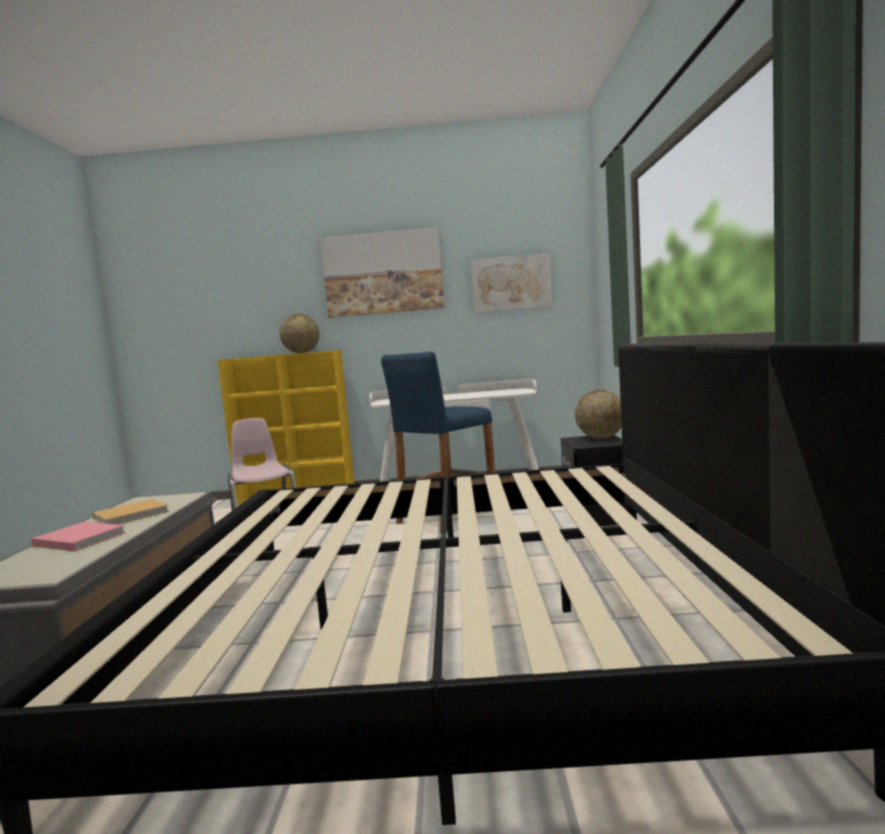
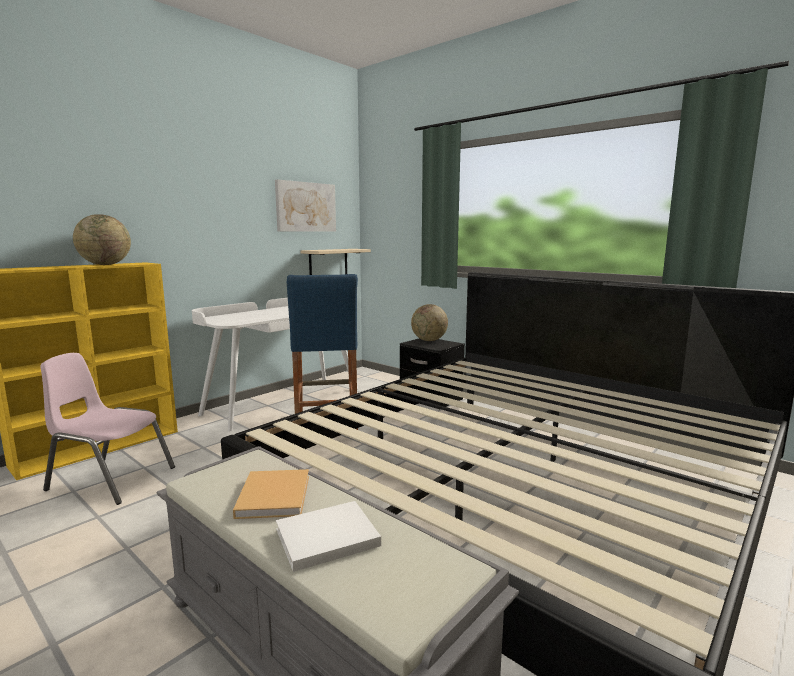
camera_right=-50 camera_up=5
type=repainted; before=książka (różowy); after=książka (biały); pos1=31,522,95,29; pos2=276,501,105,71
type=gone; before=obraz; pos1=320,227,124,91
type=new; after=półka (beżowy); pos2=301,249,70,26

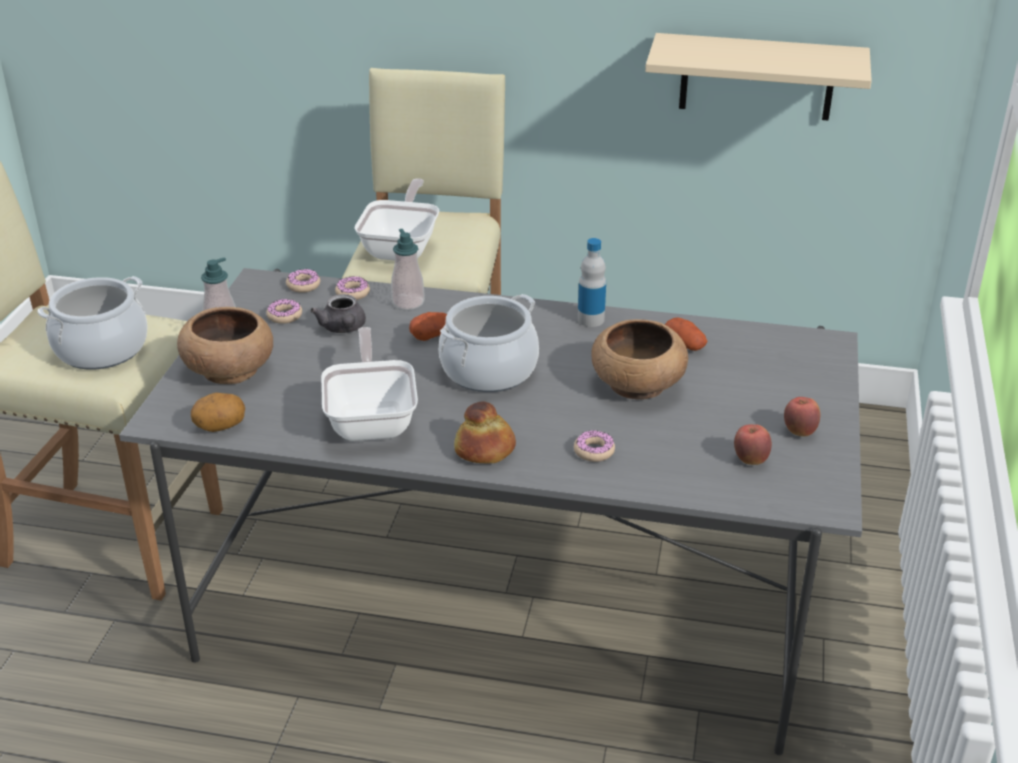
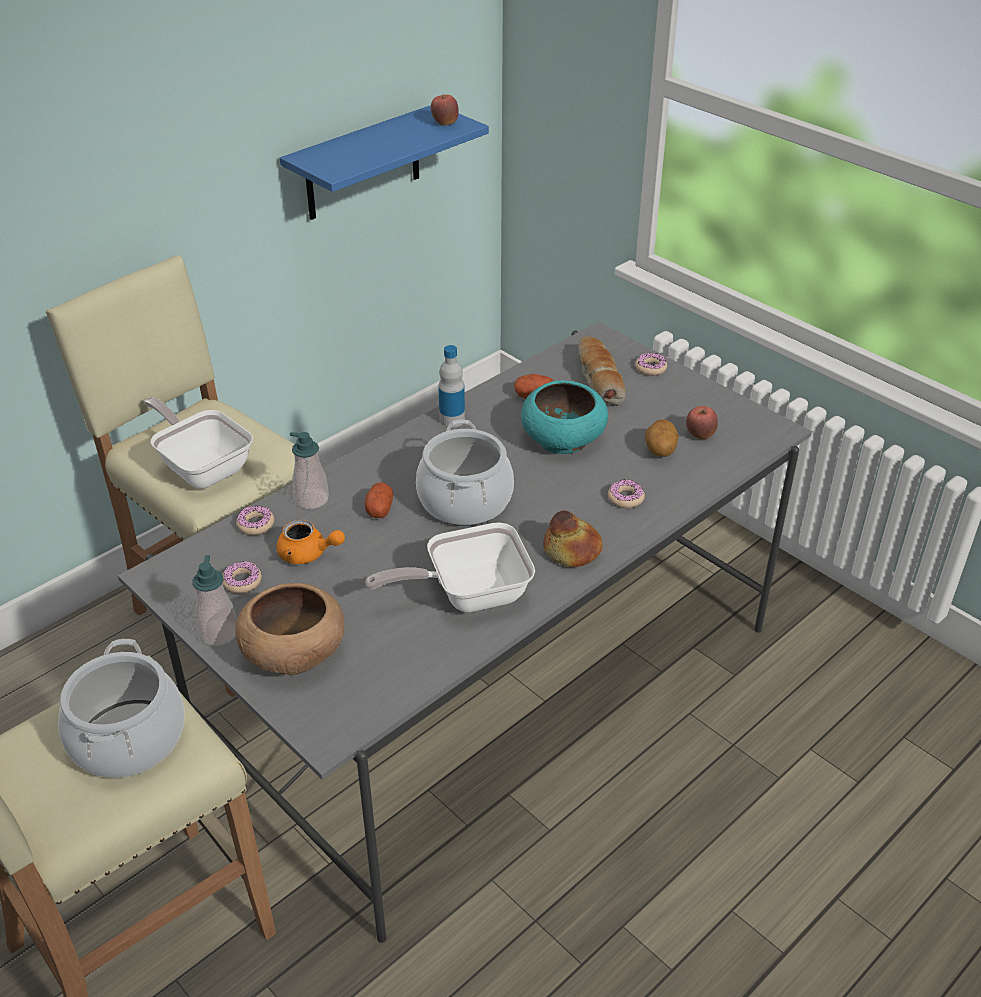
camera_right=-55 camera_up=5
type=shifted; before=ziemniak; pos1=191,392,54,40; pos2=645,419,34,38
type=shifted; before=donut; pos1=286,269,34,24; pos2=635,353,32,23
type=repainted; before=imbryk (szary); after=imbryk (pomarańczowy); pos1=311,294,55,39; pos2=277,519,68,45
type=rotated; before=patelnia; pos1=321,327,97,114; pos2=365,522,170,90; turn=-45
type=repainted; before=miska (brązowy); after=miska (turkusowy); pos1=591,319,97,81; pos2=521,380,87,74
type=repainted; before=półka (beżowy); after=półka (niebieski); pos1=645,33,227,88; pos2=280,105,209,115
type=shifted; before=jabłko; pos1=784,397,36,39; pos2=431,95,28,31
type=new; after=chleb; pos2=578,337,48,69

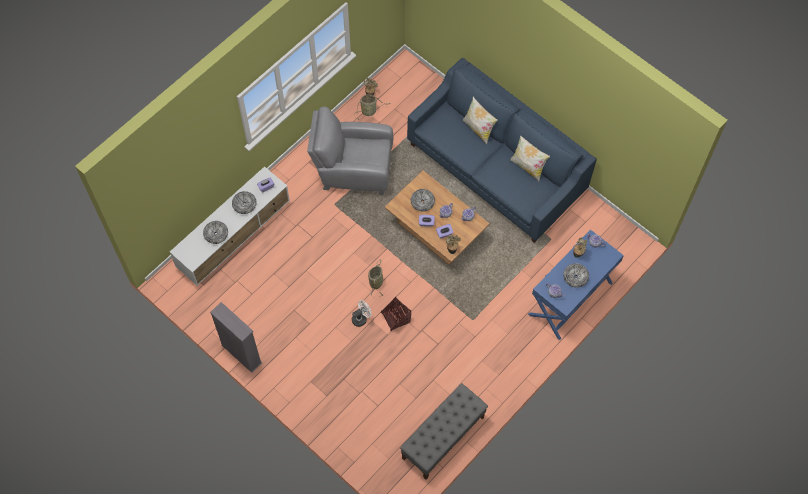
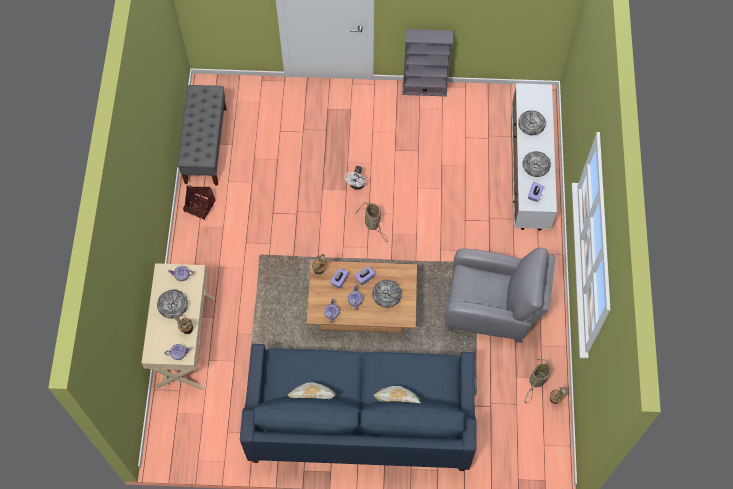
camera_right=140 camera_up=0
type=rotated; before=fotel (szary); pos1=307,106,86,89; pos2=445,248,111,95; turn=45
type=shifted; before=koszyk; pos1=381,297,30,34; pos2=183,185,32,35
type=repainted; before=stolik konsolowy (niebieski); after=stolik konsolowy (beżowy); pos1=528,229,96,111; pos2=142,263,73,127

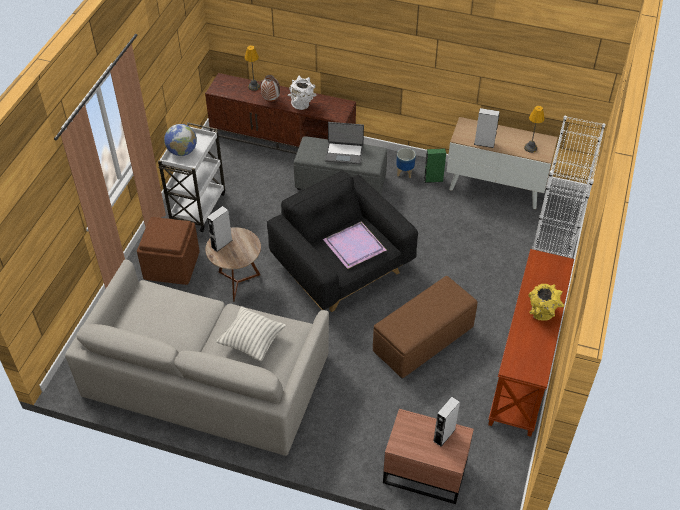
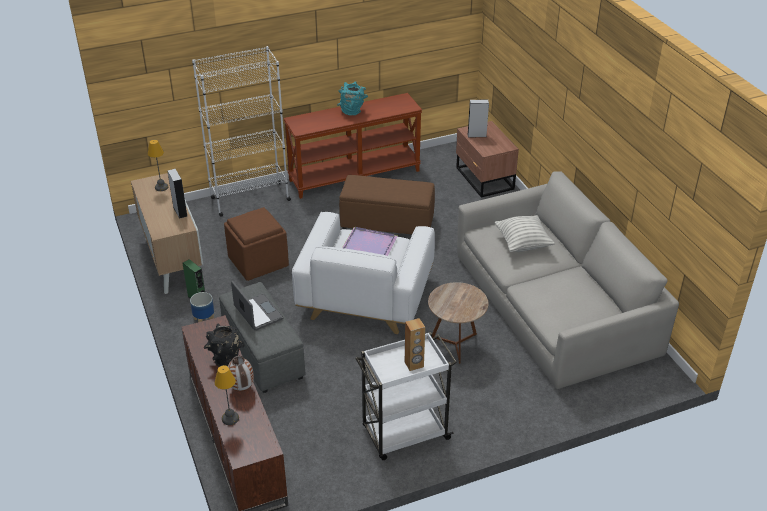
camera_right=-130 camera_up=-10
type=shifted; before=pufa (brązowy); pos1=137,217,63,68; pos2=224,207,65,74
type=swapped; before=globus; after=głośnik (brązowy); pos1=164,124,33,32; pos2=405,318,20,53
type=gone; before=głośnik (szary); pos1=207,206,25,46
type=repainted; before=fotel (czarny); after=fotel (biały); pos1=267,170,151,142; pos2=292,212,143,122
type=repainted; before=wazon (biały); after=wazon (czarny); pos1=287,76,29,34; pos2=204,324,41,43
type=repainted; before=wazon (żółty); after=wazon (turkusowy); pos1=528,284,36,37; pos2=337,81,31,35

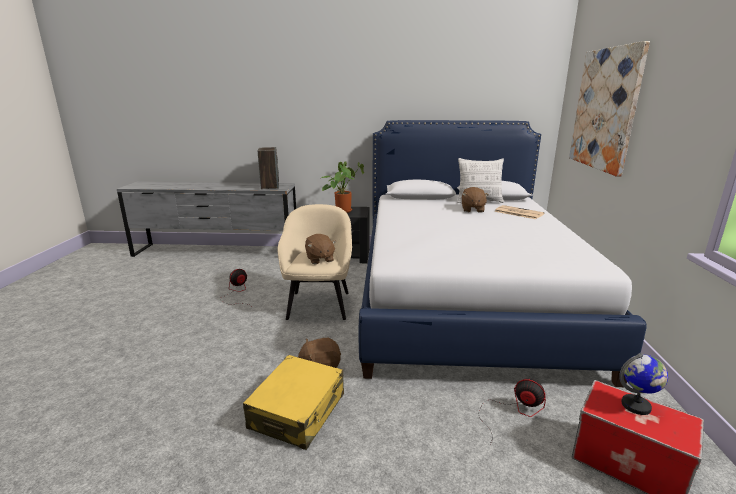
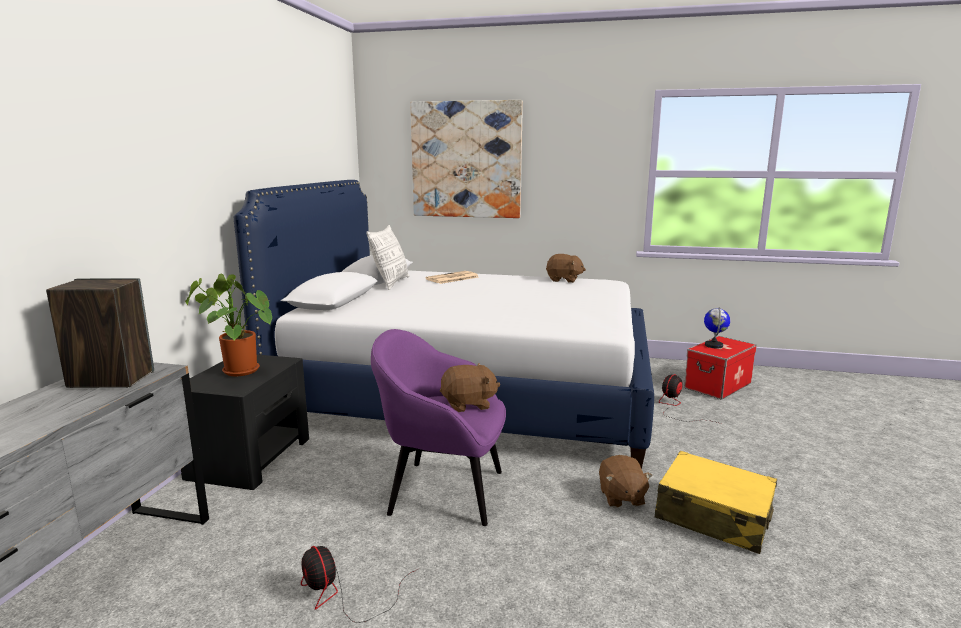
camera_right=-80 camera_up=-5
type=repainted; before=fotel (beżowy); after=fotel (fioletowy); pos1=278,204,74,116; pos2=371,329,135,197
type=shifted; before=pluszak (brązowy); pos1=462,187,27,26; pos2=546,254,40,29

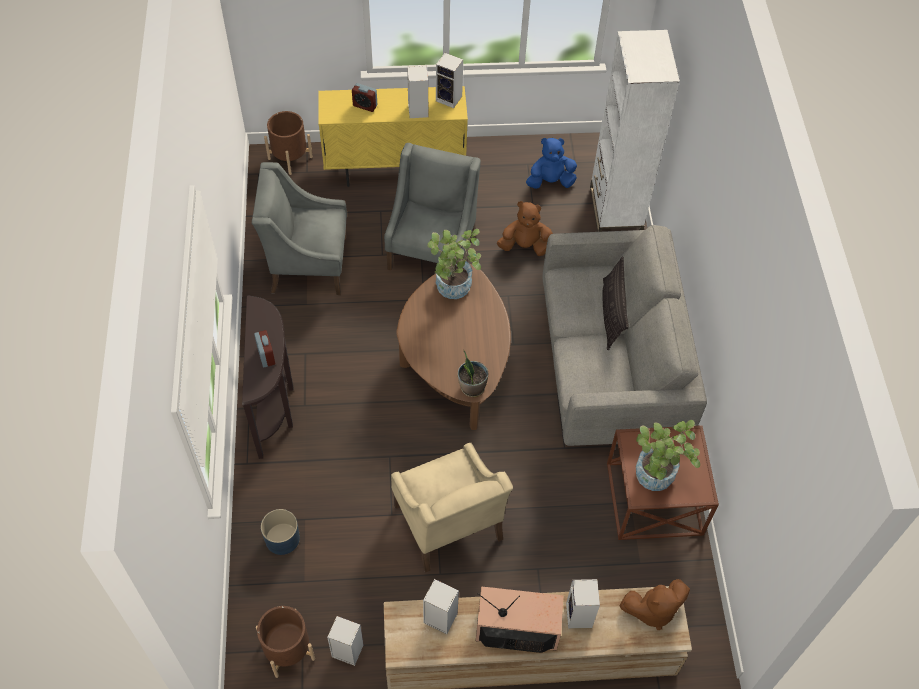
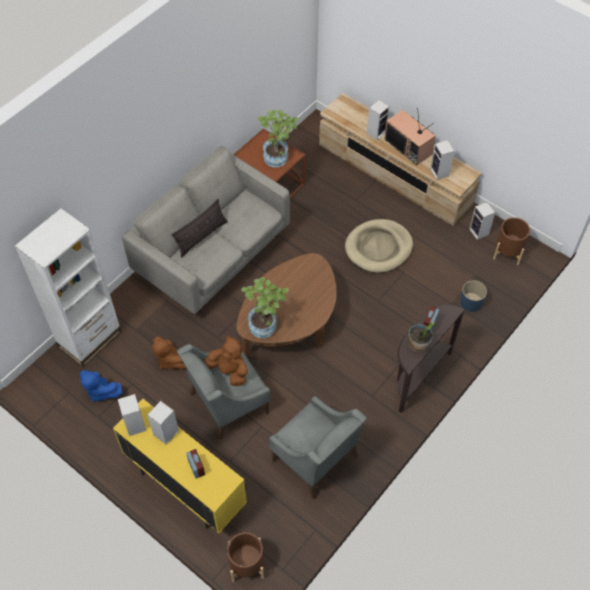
camera_right=-135 camera_up=0
type=swapped; before=fotel (beżowy); after=legowisko (beżowy); pos1=391,443,122,130; pos2=345,219,68,54
type=shifted; before=roślina doniczkowa; pos1=458,349,30,48; pos2=408,322,27,30
type=shifted; before=pluszak (brązowy); pos1=619,579,71,51; pos2=204,335,44,51

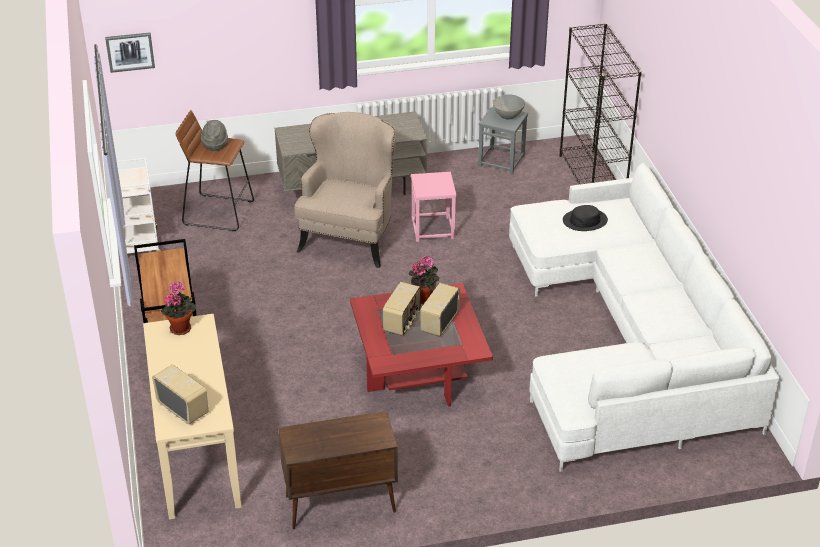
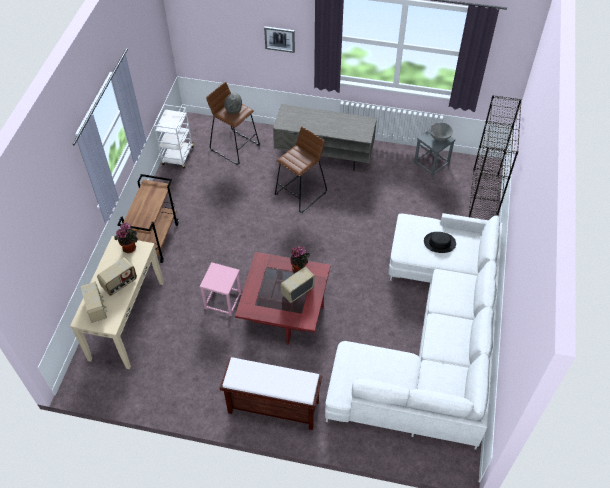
camera_right=25 camera_up=15
type=shifted; before=obraz; pos1=105,32,50,41; pos2=264,26,31,27
type=gone; before=szafka (brązowy); pos1=278,411,120,119
type=swapped; before=fotel (beżowy); after=stołek (brązowy); pos1=294,112,102,156; pos2=275,127,52,86
type=shifted; before=radio; pos1=383,282,38,53; pos2=97,258,40,38
type=shifted; before=stołek (różowy); pos1=411,172,46,70; pos2=199,262,43,54
type=new; after=ławka (brązowy); pos2=220,357,102,73

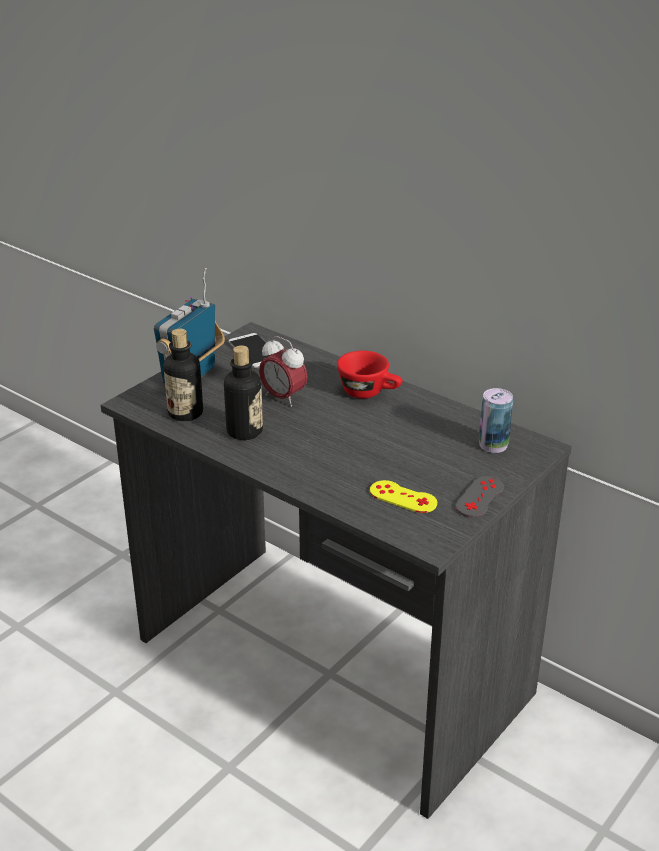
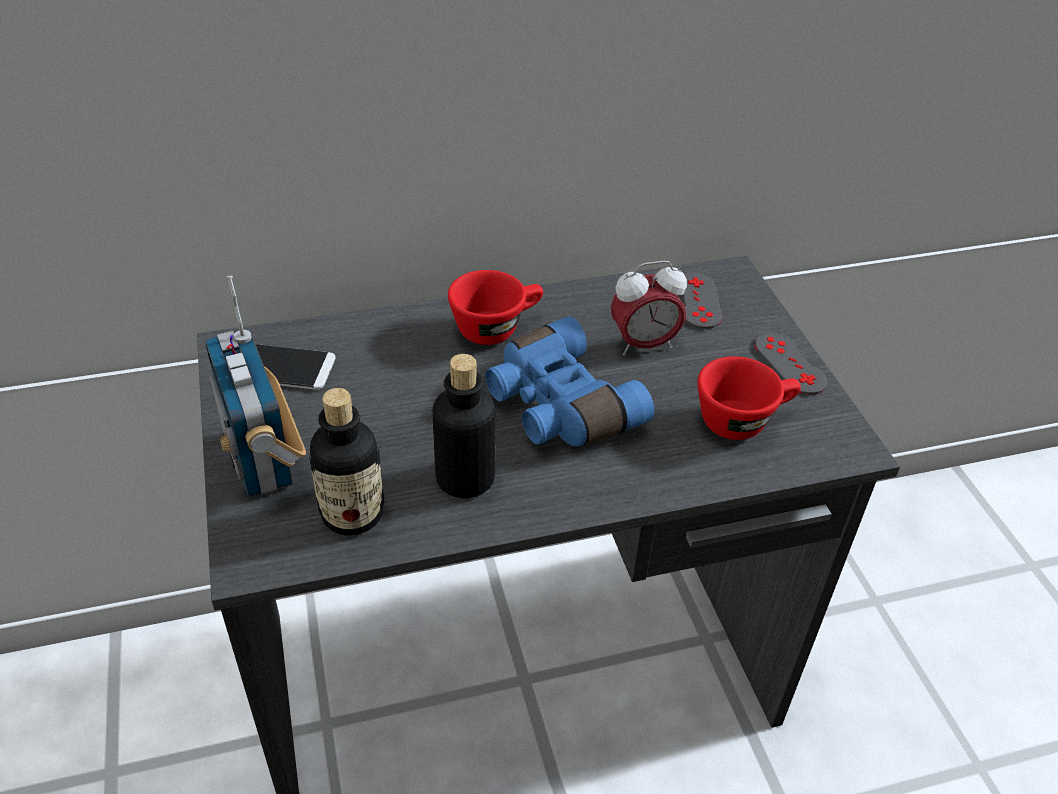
camera_right=-55 camera_up=10
type=shifted; before=budzik; pos1=259,336,48,71; pos2=611,261,76,95
type=swapped; before=pad do gier (żółty); after=filiżanka (czerwony); pos1=370,480,67,33; pos2=697,356,104,84
type=swapped; before=puszka; after=pad do gier (szary); pos1=479,388,34,65; pos2=683,272,39,57
type=new; after=lornetka (niebieski); pos2=486,316,168,131

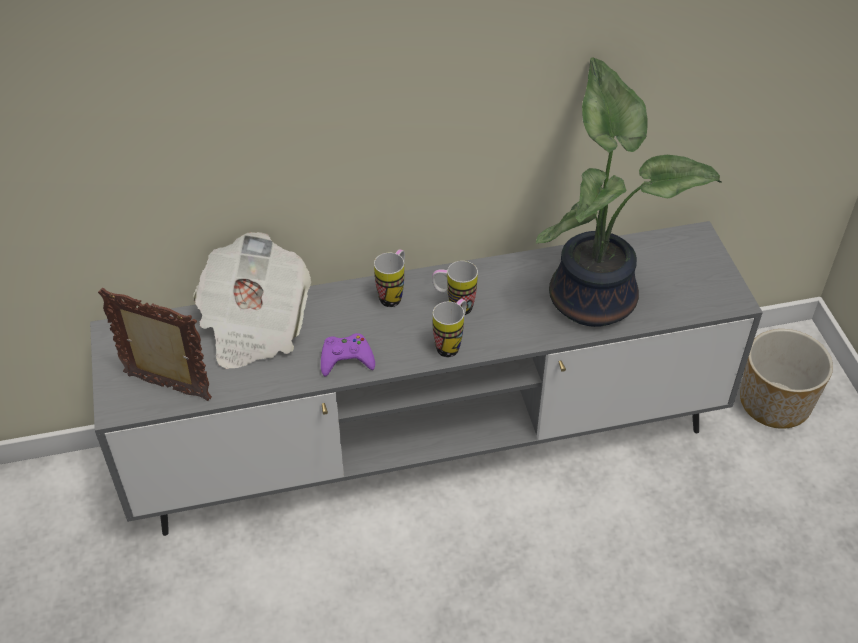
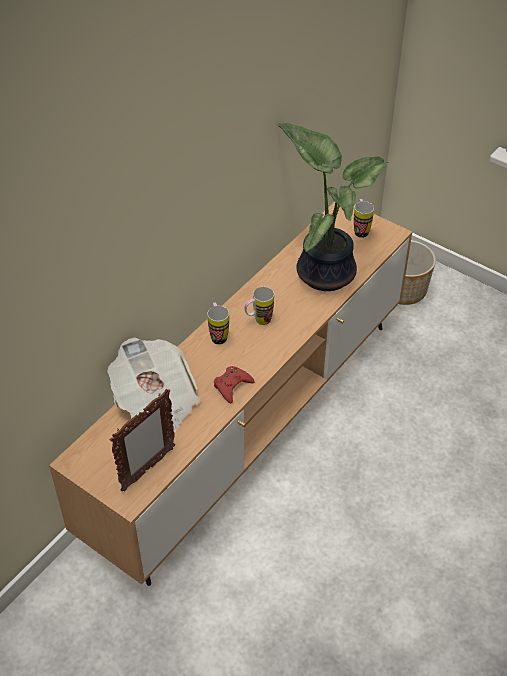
camera_right=-40 camera_up=0
type=repainted; before=szafka pod telewizor (szary); after=szafka pod telewizor (brązowy); pos1=90,221,673,315; pos2=49,202,363,384
type=rotated; before=ramka na zdjęcie; pos1=98,288,114,113; pos2=110,389,66,103; turn=150
type=repainted; before=pad do gier (fioletowy); after=pad do gier (czerwony); pos1=321,333,54,43; pos2=214,366,41,37
type=shifted; before=kubek; pos1=433,299,34,58; pos2=354,199,20,39

